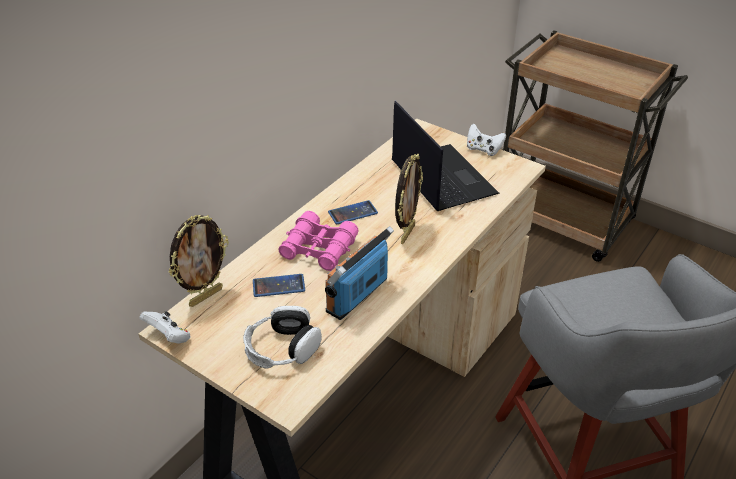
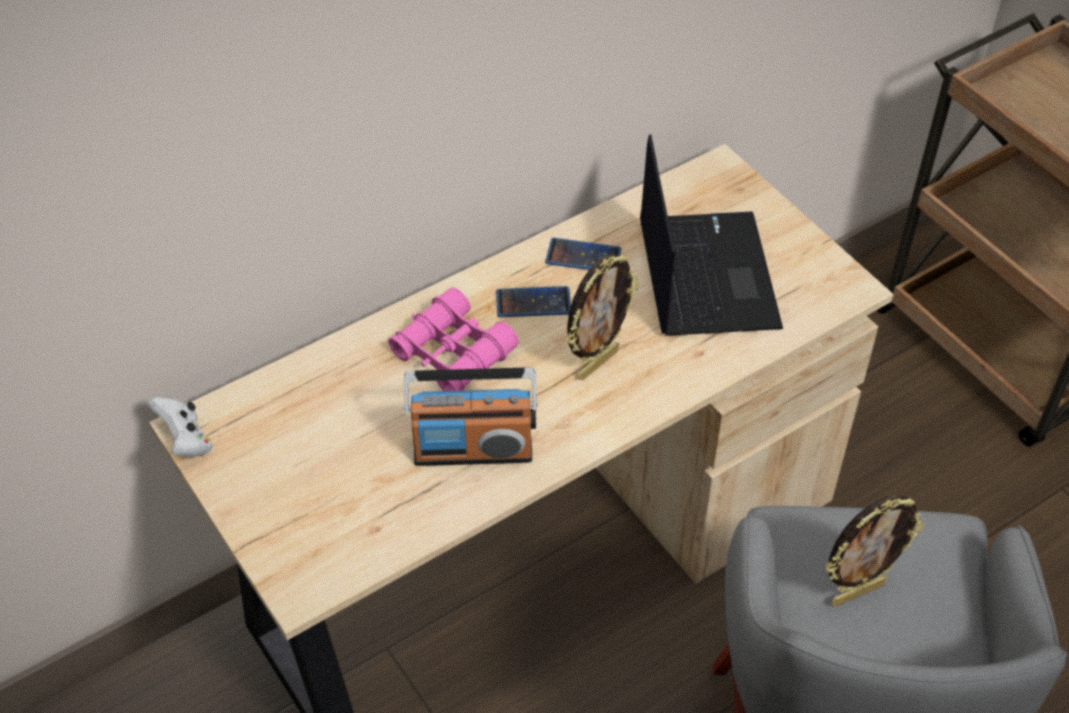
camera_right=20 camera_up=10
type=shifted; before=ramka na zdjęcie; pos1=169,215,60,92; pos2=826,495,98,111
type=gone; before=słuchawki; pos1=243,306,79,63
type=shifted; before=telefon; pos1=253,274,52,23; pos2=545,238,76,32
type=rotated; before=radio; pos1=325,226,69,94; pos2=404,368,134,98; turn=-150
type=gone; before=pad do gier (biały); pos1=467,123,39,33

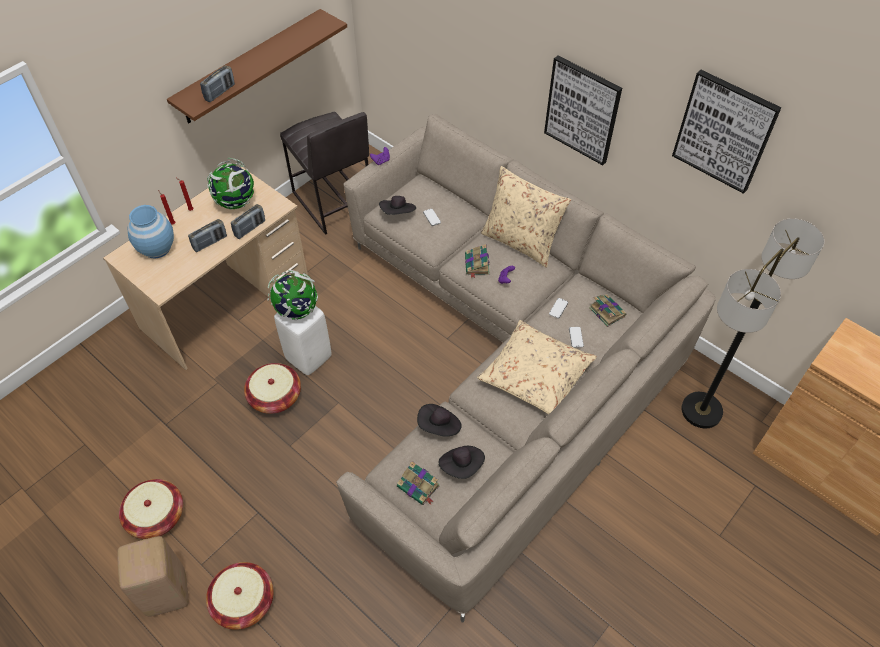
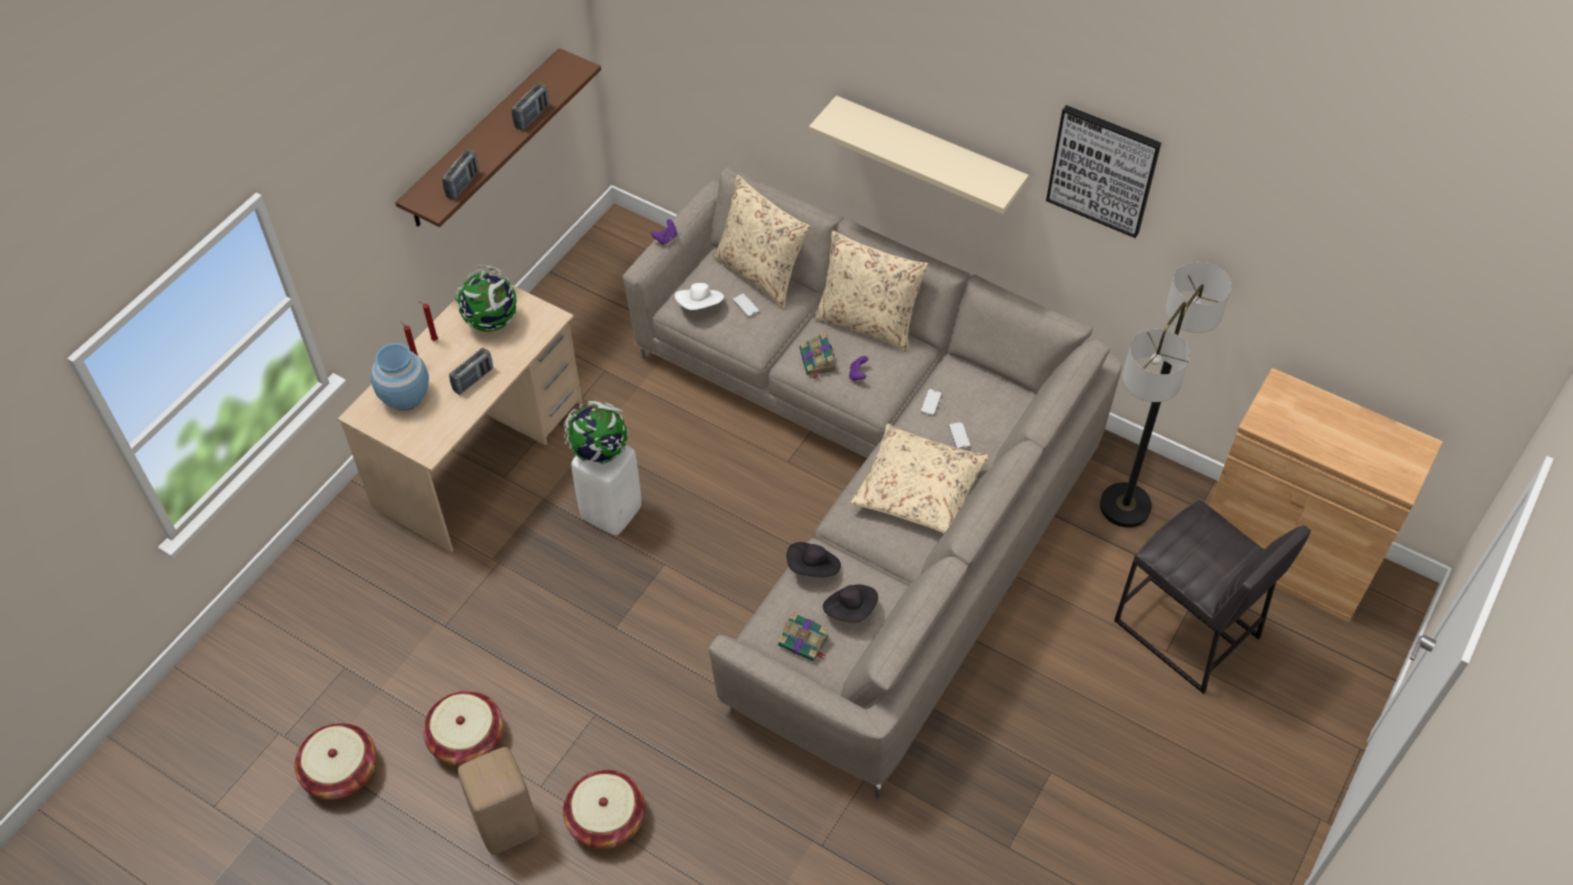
camera_right=-10 camera_up=0
type=shifted; before=radio; pos1=231,204,34,35; pos2=512,83,37,48
type=shifted; before=koszyk; pos1=244,363,57,51; pos2=295,723,82,76
type=shifted; before=stołek (szary); pos1=280,111,89,124; pos2=1114,499,197,195
type=repainted; before=kapelusz (czarny); after=kapelusz (biały); pos1=379,196,37,19; pos2=674,283,50,27
type=swapped; before=obraz; after=półka (beżowy); pos1=544,56,78,109; pos2=809,95,220,119
type=gone; before=książka; pos1=589,294,37,33
type=new; after=poduszka (beżowy); pos2=713,175,97,134

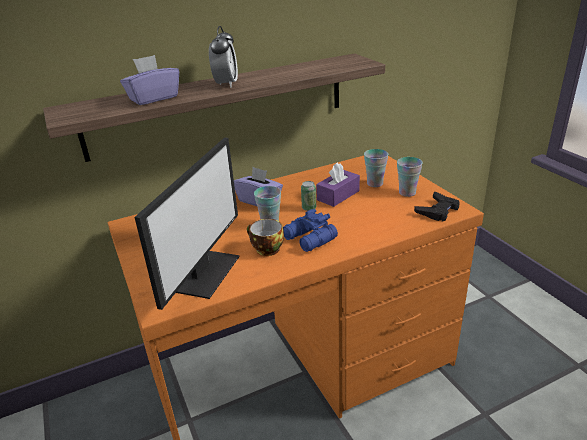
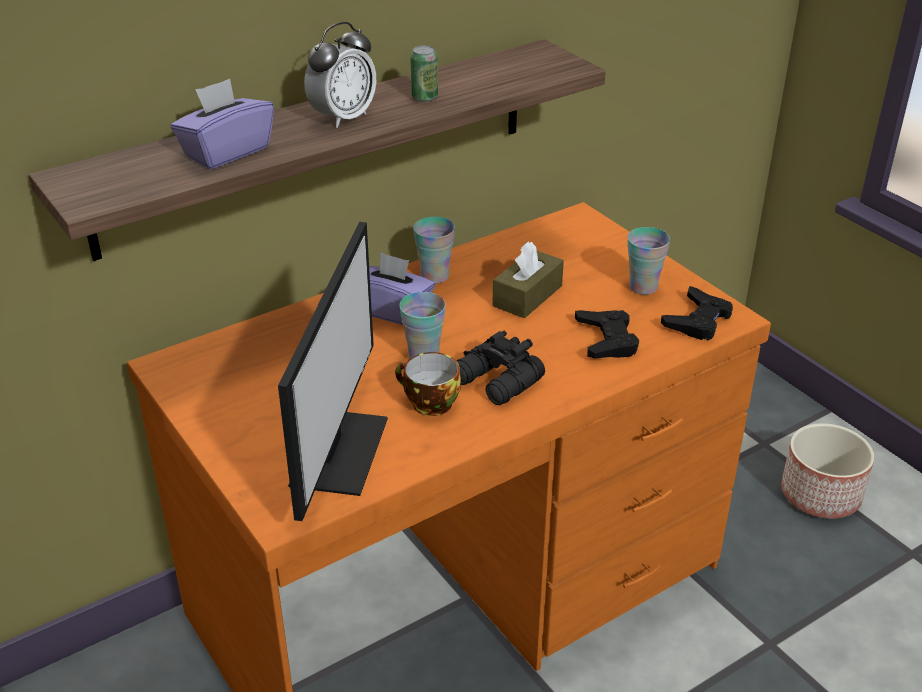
camera_right=-10 camera_up=5
type=rotated; before=budzik; pos1=209,26,29,62; pos2=304,22,72,106; turn=45
type=repainted; before=lornetka (niebieski); after=lornetka (czarny); pos1=283,209,55,43; pos2=456,331,89,74
type=shifted; before=puszka; pos1=301,181,15,30; pos2=410,45,28,57
type=repainted; before=pudełko chusteczek (fioletowy); after=pudełko chusteczek (brązowy); pos1=316,162,44,45; pos2=493,242,71,76
type=shifted; before=filiżanka; pos1=364,149,24,38; pos2=413,217,42,67
type=new; after=pad do gier (czarny); pos2=575,310,64,49
type=new; after=donica; pos2=781,423,93,95

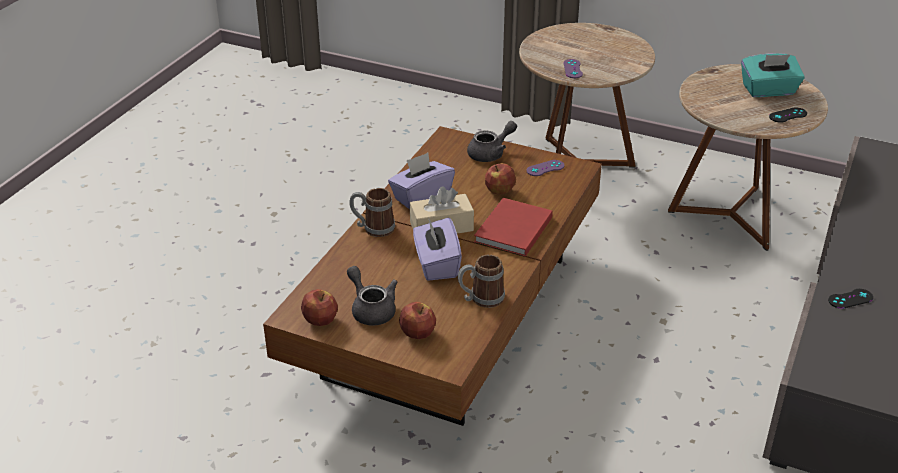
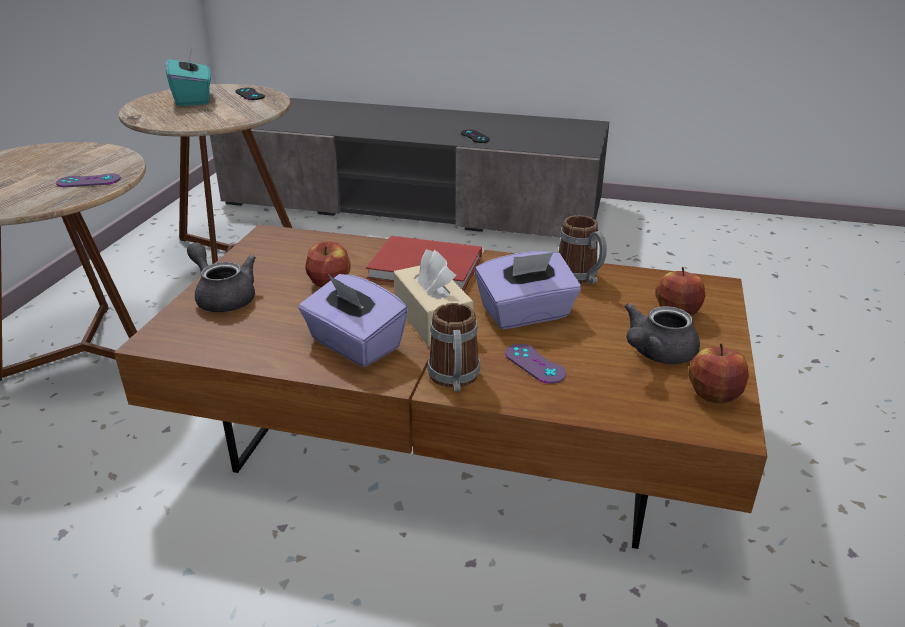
camera_right=-100 camera_up=-5
type=shifted; before=pad do gier (fioletowy); pos1=526,160,38,16; pos2=505,344,61,40

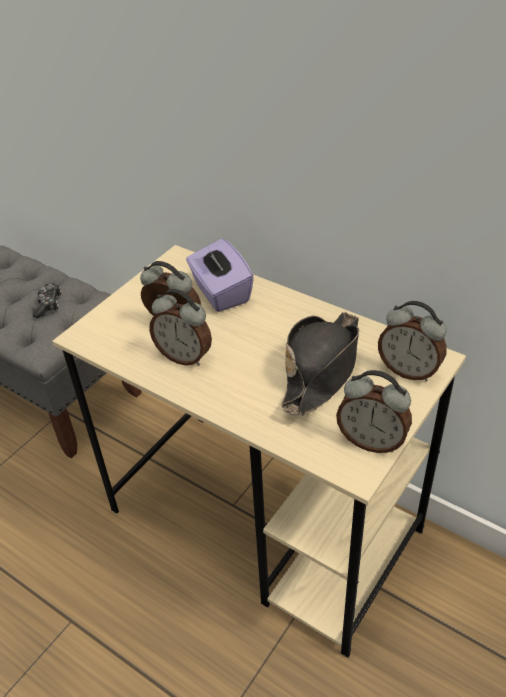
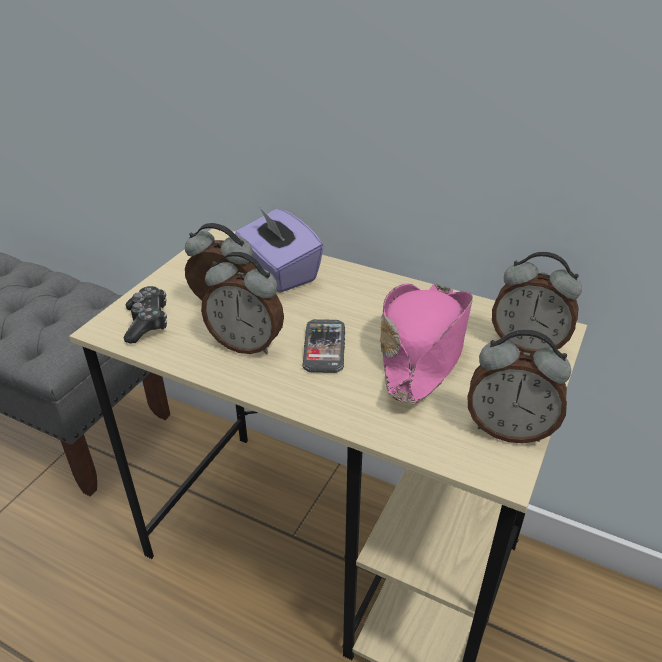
camera_right=-10 camera_up=-5
type=shifted; before=pad do gier; pos1=33,283,28,35; pos2=124,286,43,58
type=repainted; before=kapelusz (czarny); after=kapelusz (różowy); pos1=281,312,78,104; pos2=380,283,93,121
type=new; after=telefon; pos2=302,319,43,54

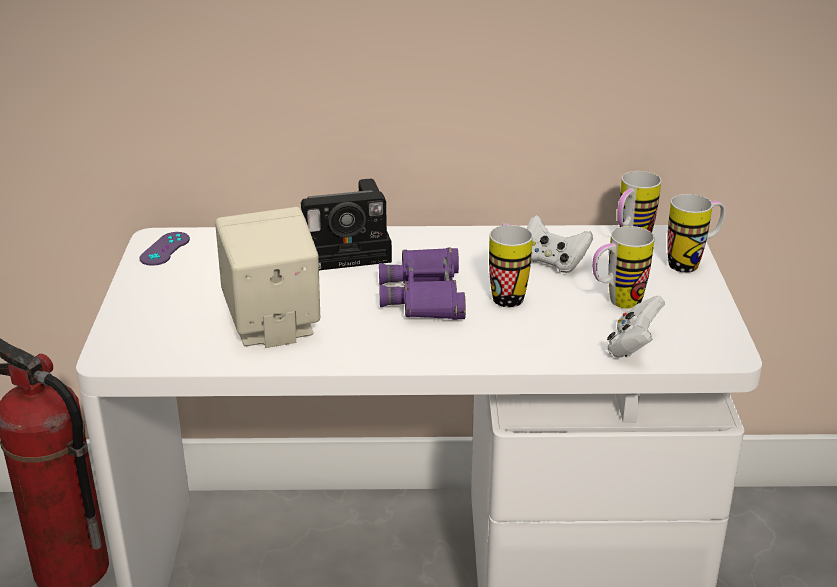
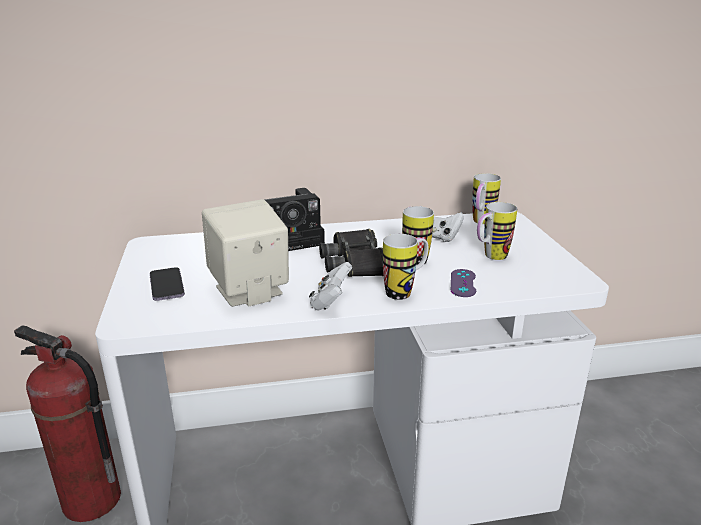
camera_right=-10 camera_up=-5
type=shifted; before=pad do gier (fioletowy); pos1=139,232,51,34; pos2=450,269,26,28
type=repainted; before=lornetka (fioletowy); after=lornetka (czarny); pos1=379,247,87,73; pos2=319,229,64,48
type=shifted; before=pad do gier (biały); pos1=607,296,58,62; pos2=309,262,43,49
type=shifted; before=kubek; pos1=667,194,59,79; pos2=383,234,46,66
type=new; after=telefon; pos2=150,267,35,34

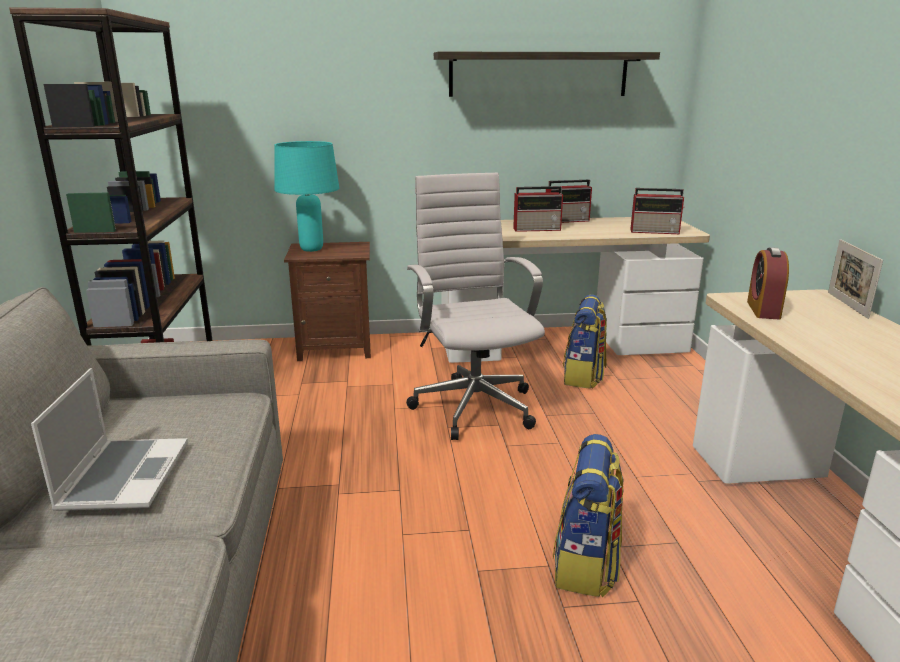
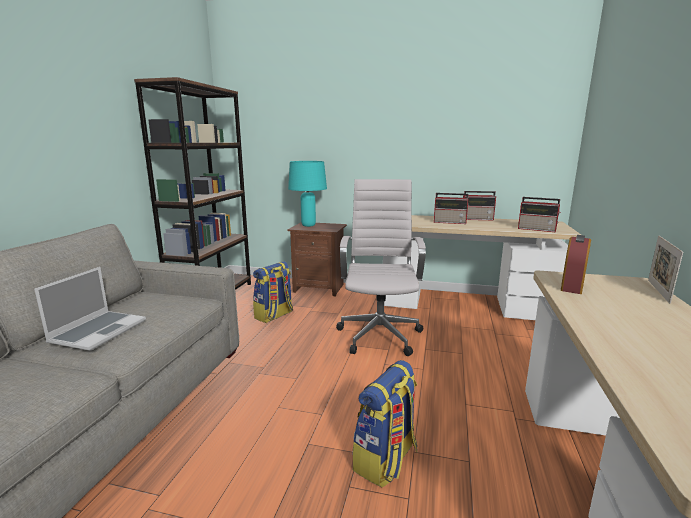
camera_right=20 camera_up=-5
type=gone; before=półka; pos1=434,52,226,45
type=shifted; before=plecak; pos1=563,295,44,94; pos2=253,261,40,62

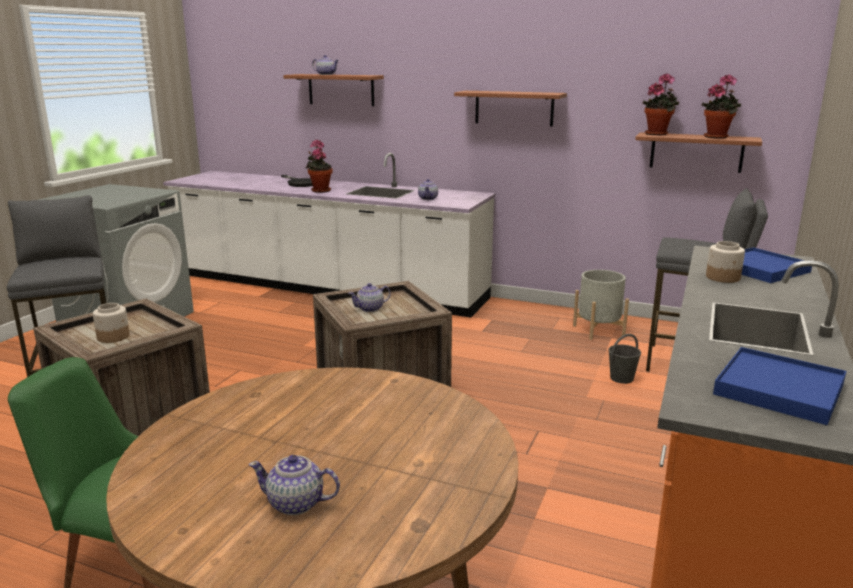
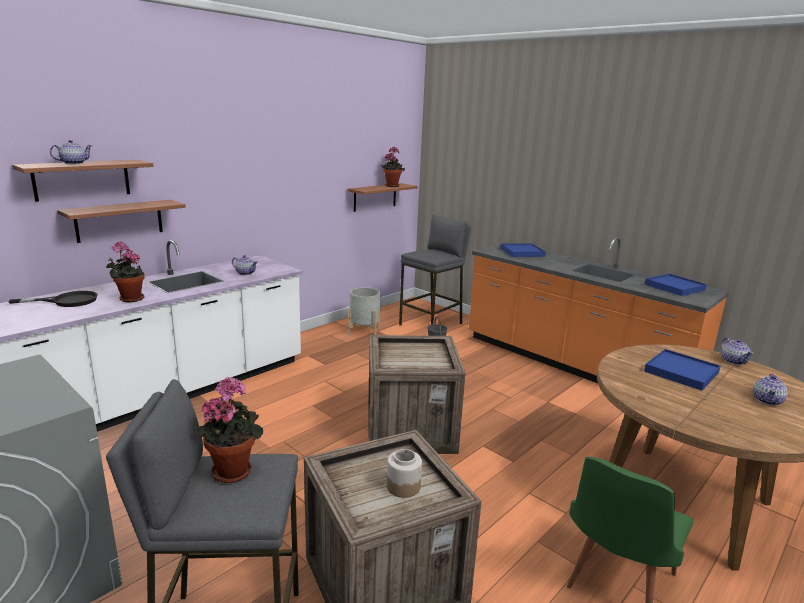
camera_right=-70 camera_up=0
type=shifted; before=imbryk; pos1=348,283,43,29; pos2=721,337,33,28
type=shifted; before=półka; pos1=454,91,113,36; pos2=57,200,129,43
type=shifted; before=roślina doniczkowa; pos1=642,73,37,62; pos2=193,377,70,106
type=gone; before=słoik; pos1=706,241,39,42
type=new; after=taca (niebieski); pos2=644,349,77,42

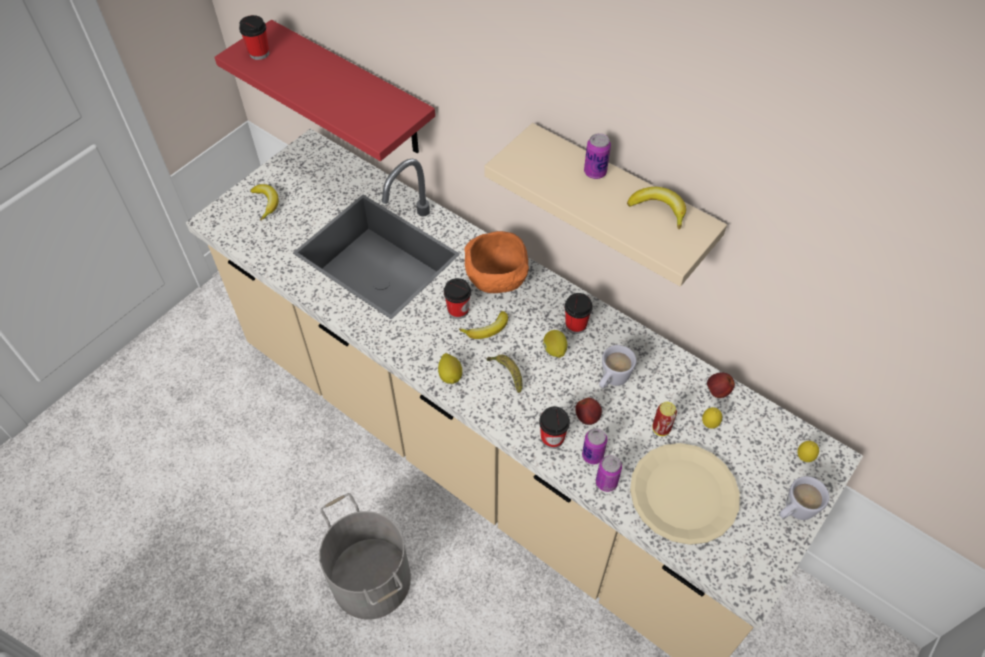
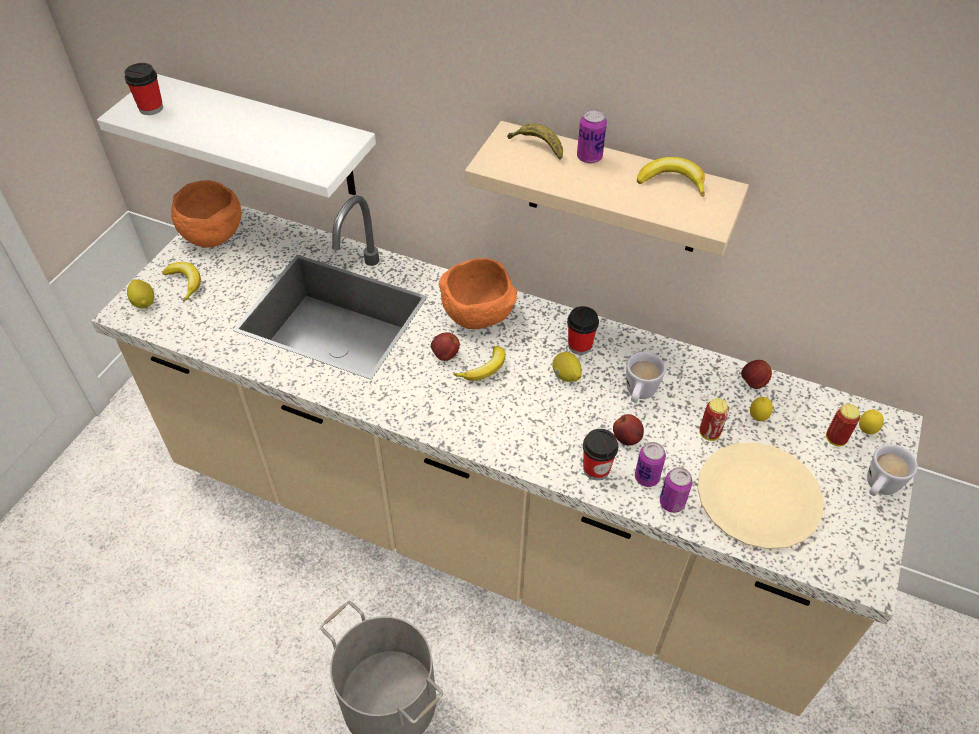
camera_right=-15 camera_up=-5
type=repainted; before=półka (czerwony); after=półka (biały); pos1=214,20,221,141; pos2=97,74,279,124
type=shifted; before=cytryna; pos1=438,353,24,31; pos2=127,279,27,29
type=swapped; before=filiżanka; after=jabłko; pos1=444,278,27,41; pos2=431,332,29,29
type=shifted; before=banan; pos1=487,355,36,38; pos2=507,123,56,36
type=new; after=miska (pomarańczowy); pos2=171,180,71,67
type=new; after=puszka; pos2=826,404,34,42

